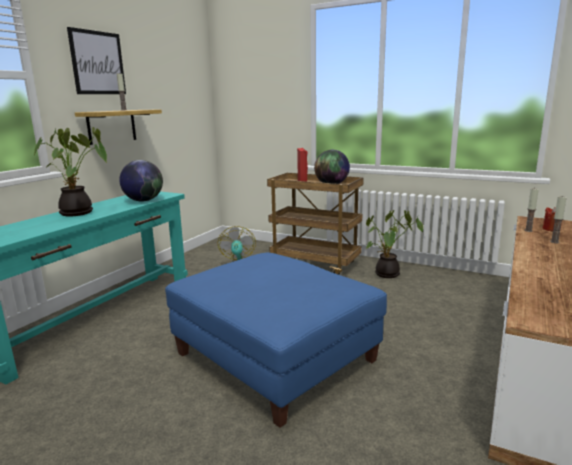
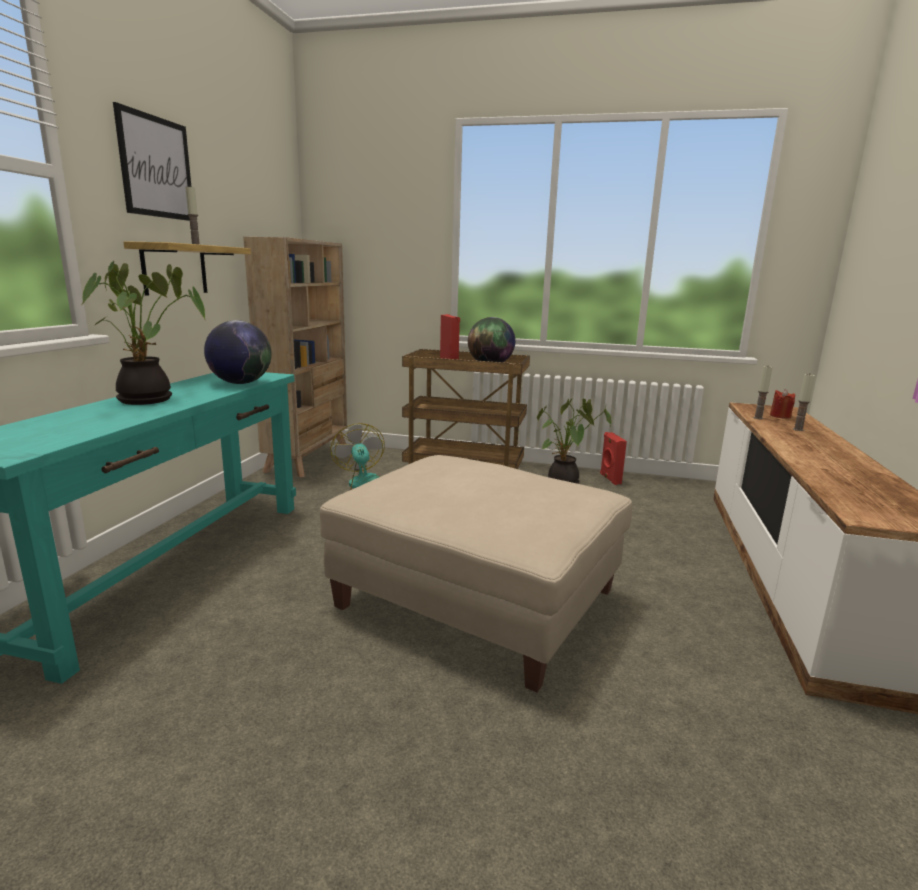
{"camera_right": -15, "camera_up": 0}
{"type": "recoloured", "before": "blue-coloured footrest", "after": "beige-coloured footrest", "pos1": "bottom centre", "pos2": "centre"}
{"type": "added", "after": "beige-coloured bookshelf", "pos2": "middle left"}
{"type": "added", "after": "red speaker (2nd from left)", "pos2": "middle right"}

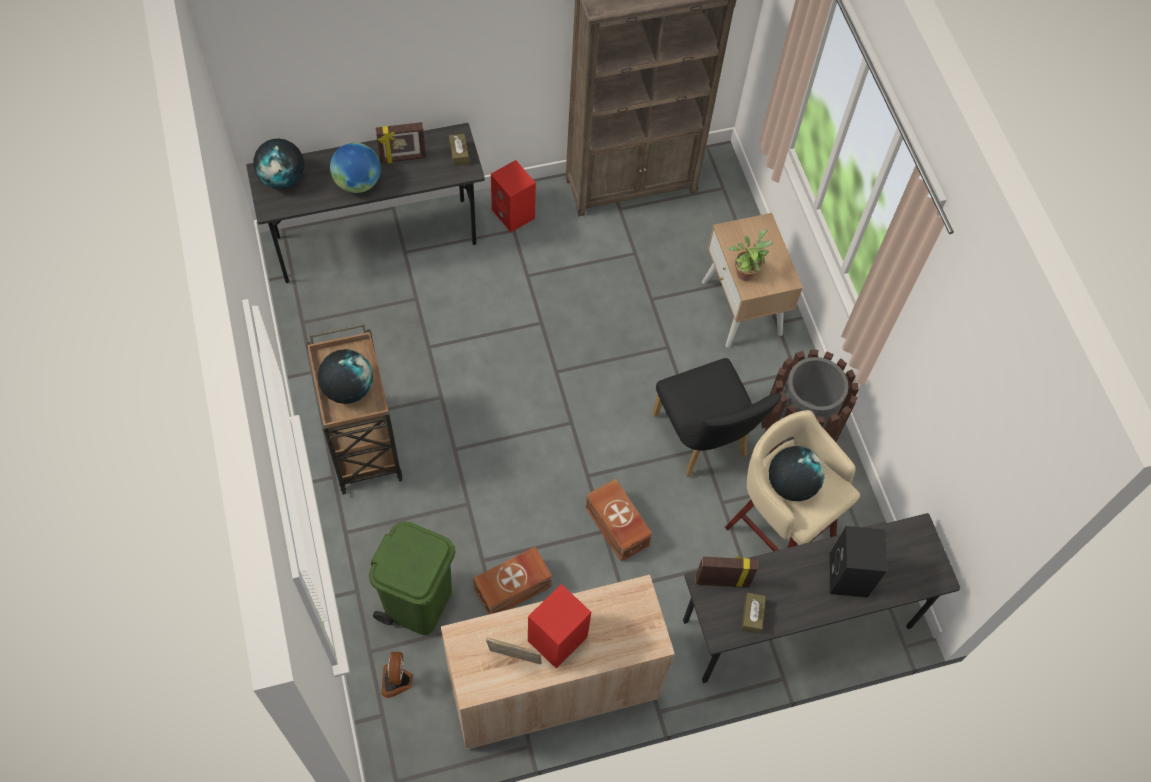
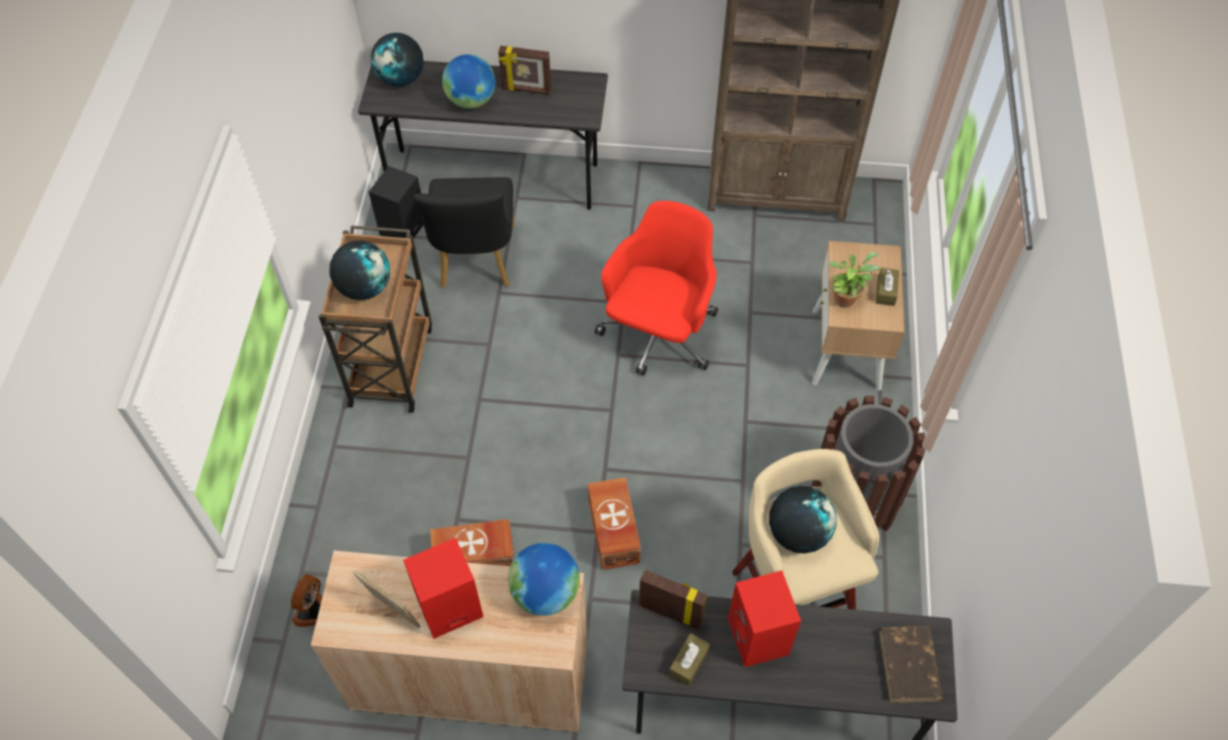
{"camera_right": 25, "camera_up": -5}
{"type": "removed", "before": "green waste bin", "pos1": "bottom centre"}
{"type": "moved", "before": "brown tissue holder (1st from left in the first image)", "after": "brown tissue holder (2nd from left)", "pos1": "top centre", "pos2": "middle right"}
{"type": "moved", "before": "red speaker (1st from left in the first image)", "after": "red speaker (2nd from left)", "pos1": "top centre", "pos2": "bottom centre"}
{"type": "moved", "before": "blackish chair", "pos1": "centre", "pos2": "top centre"}
{"type": "moved", "before": "blackish speaker", "pos1": "bottom right", "pos2": "top left"}
{"type": "added", "after": "world globe (4th from left)", "pos2": "bottom centre"}
{"type": "added", "after": "red office chair", "pos2": "centre"}
{"type": "added", "after": "brown bound book", "pos2": "bottom right"}

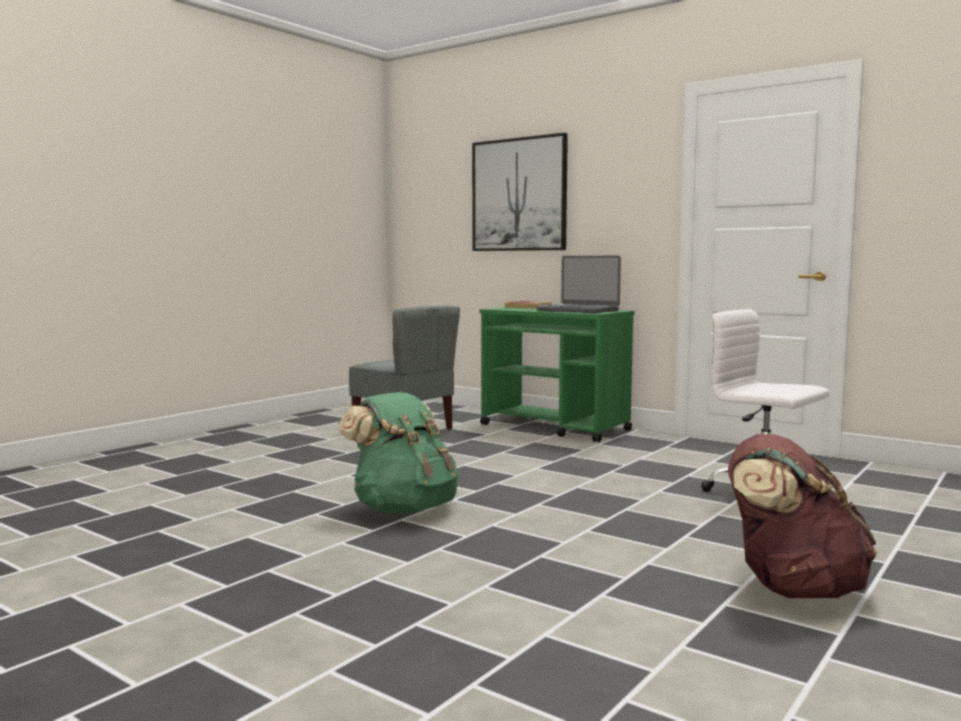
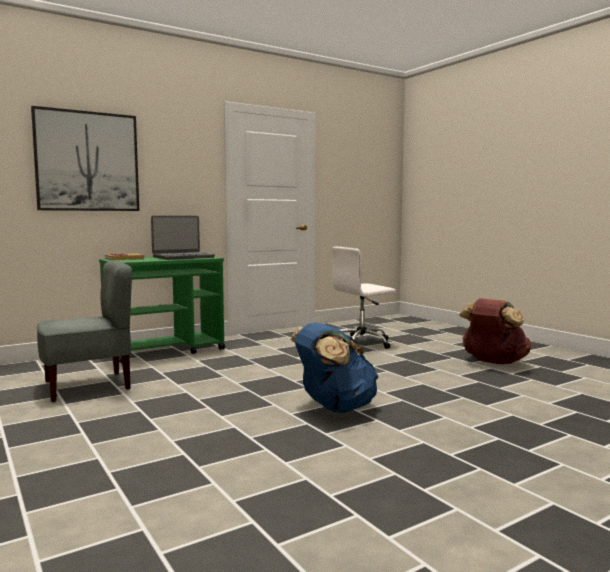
{"camera_right": -70, "camera_up": 0}
{"type": "recoloured", "before": "green rucksack", "after": "blue-coloured rucksack", "pos1": "centre", "pos2": "centre"}

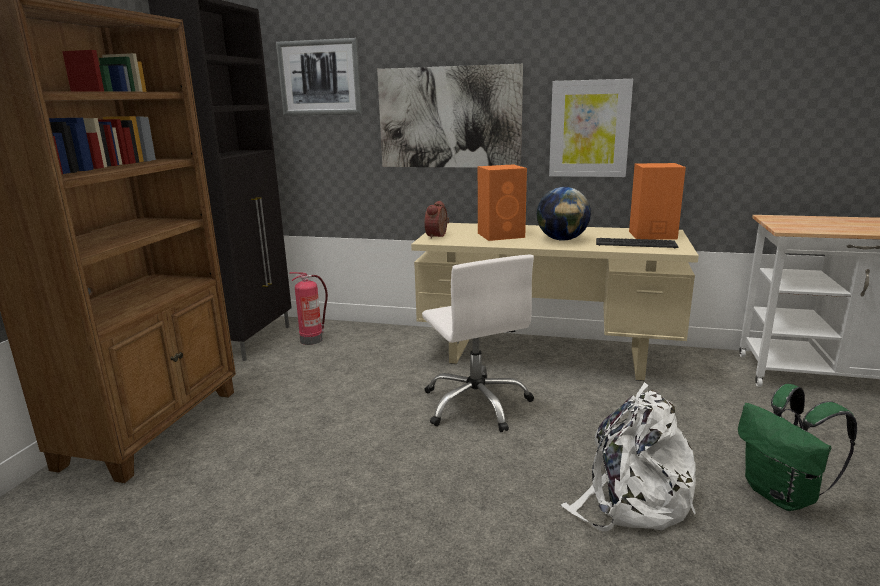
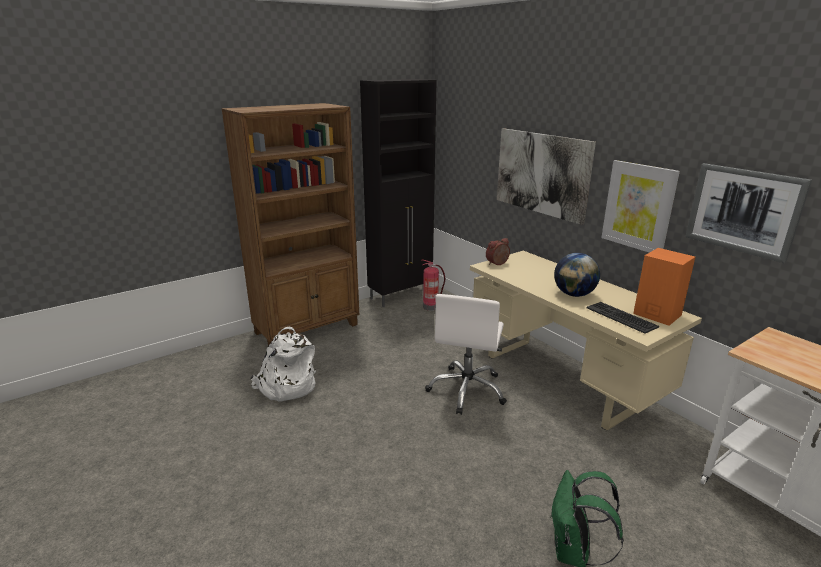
{"camera_right": 40, "camera_up": 5}
{"type": "moved", "before": "picture (1st from left in the first image)", "after": "picture (3rd from left)", "pos1": "top centre", "pos2": "middle right"}
{"type": "removed", "before": "orange speaker (1st from left)", "pos1": "centre"}
{"type": "moved", "before": "white-coloured rucksack", "pos1": "bottom right", "pos2": "centre"}

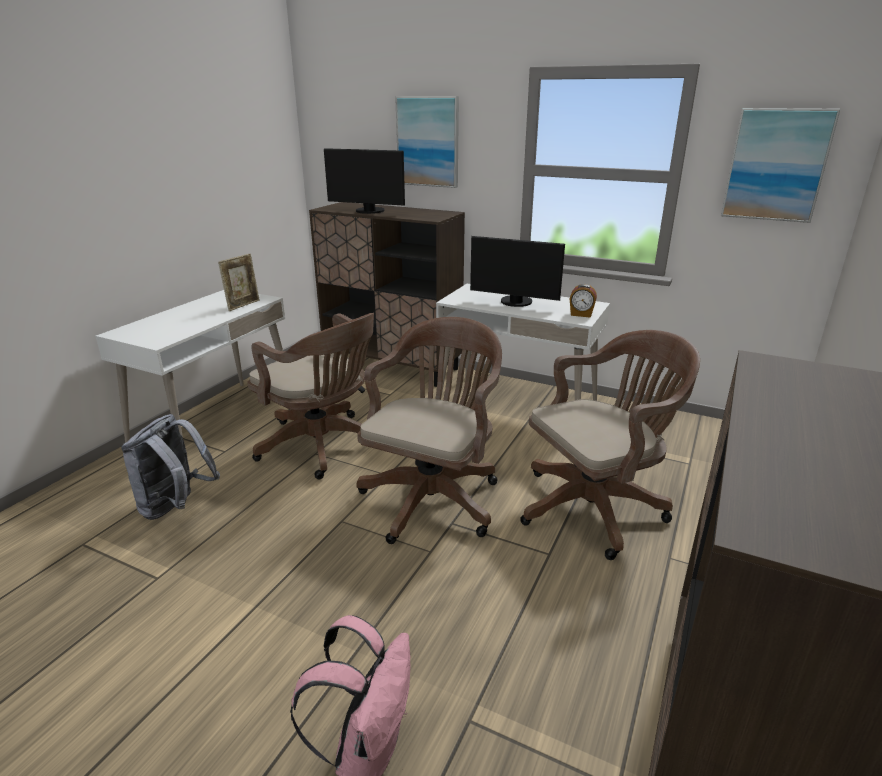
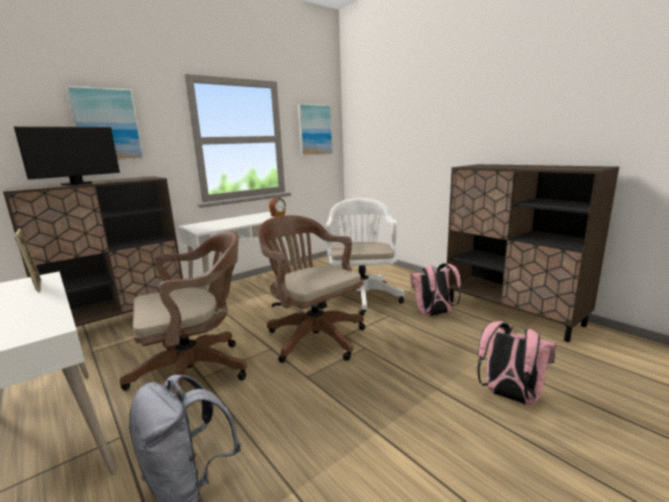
{"camera_right": -65, "camera_up": -10}
{"type": "removed", "before": "computer display (2nd from left)", "pos1": "centre"}
{"type": "recoloured", "before": "brown office chair (3rd from left)", "after": "white-coloured office chair", "pos1": "middle right", "pos2": "centre"}
{"type": "added", "after": "pink rucksack (1st from left)", "pos2": "centre"}

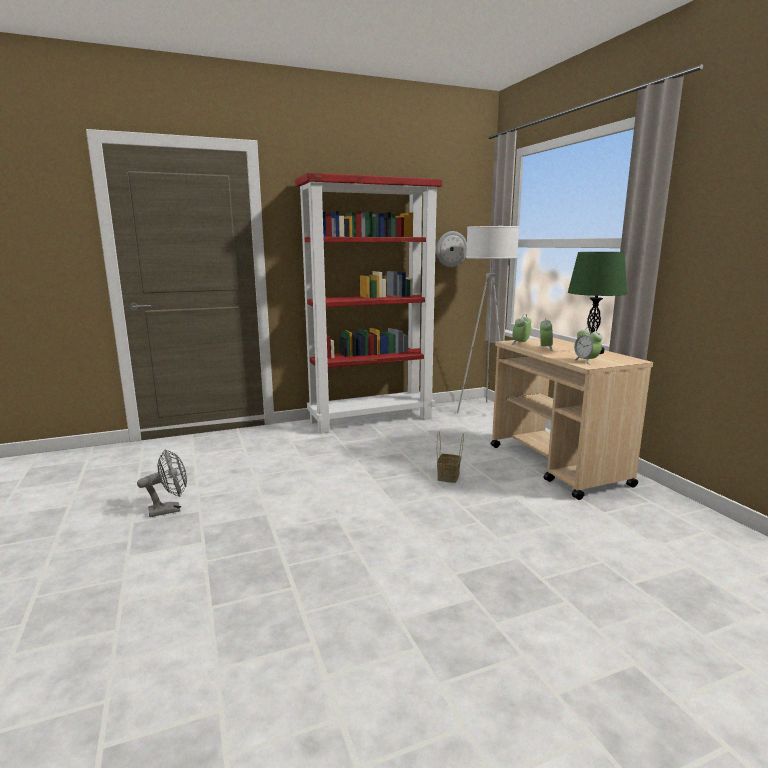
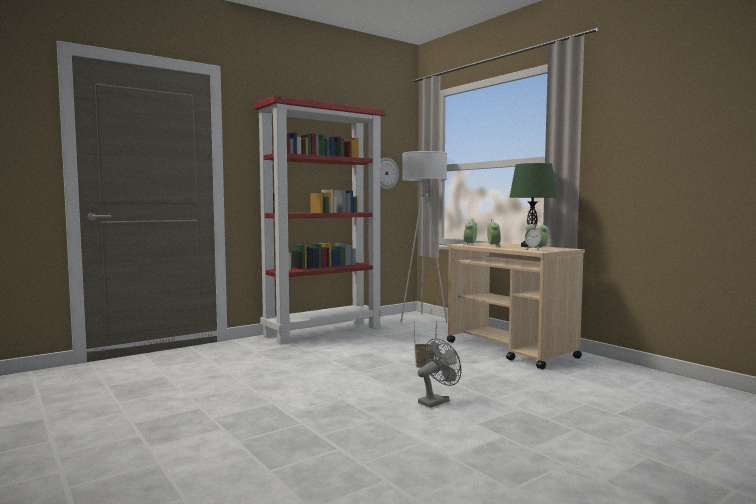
{"camera_right": -15, "camera_up": -10}
{"type": "moved", "before": "gray cooling fan", "pos1": "middle left", "pos2": "bottom centre"}

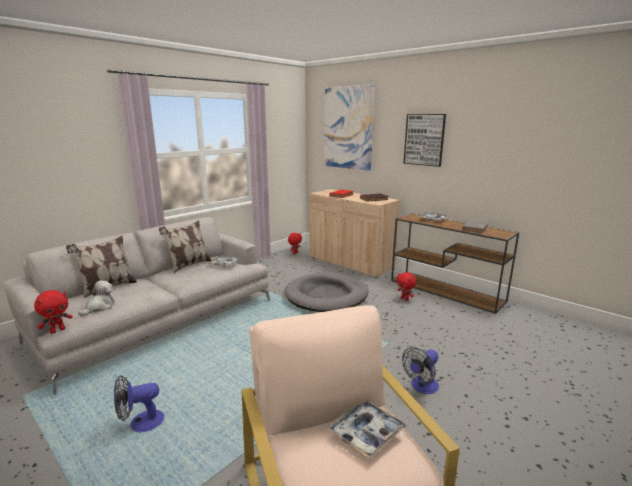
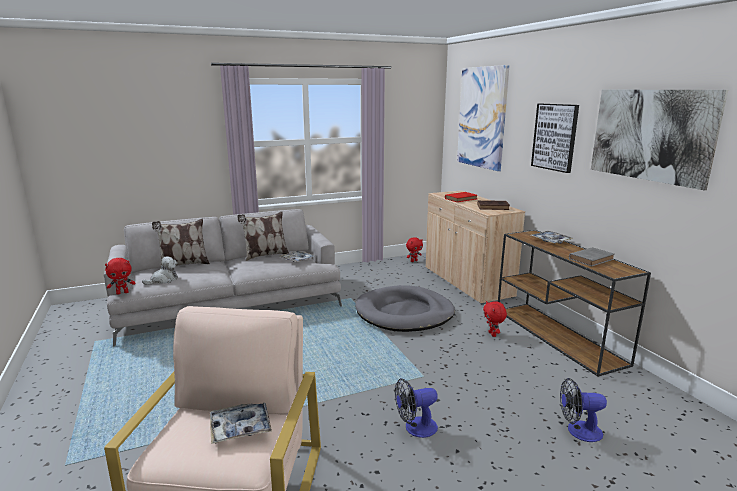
{"camera_right": 25, "camera_up": 0}
{"type": "moved", "before": "cooling fan (1st from left in the first image)", "after": "cooling fan (2nd from left)", "pos1": "bottom left", "pos2": "bottom right"}
{"type": "added", "after": "picture (3rd from left)", "pos2": "top right"}

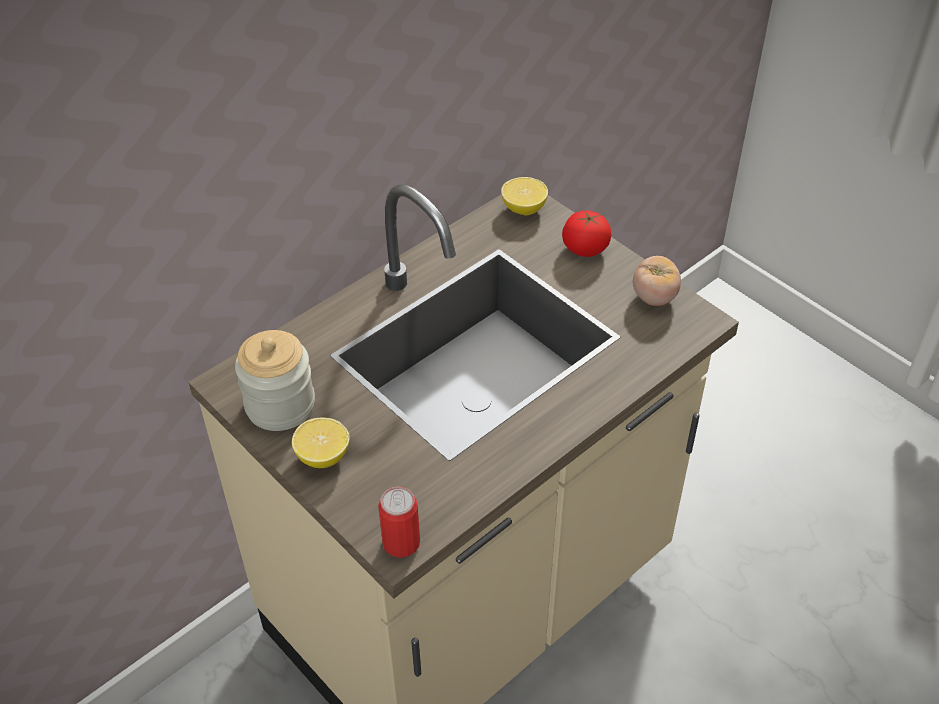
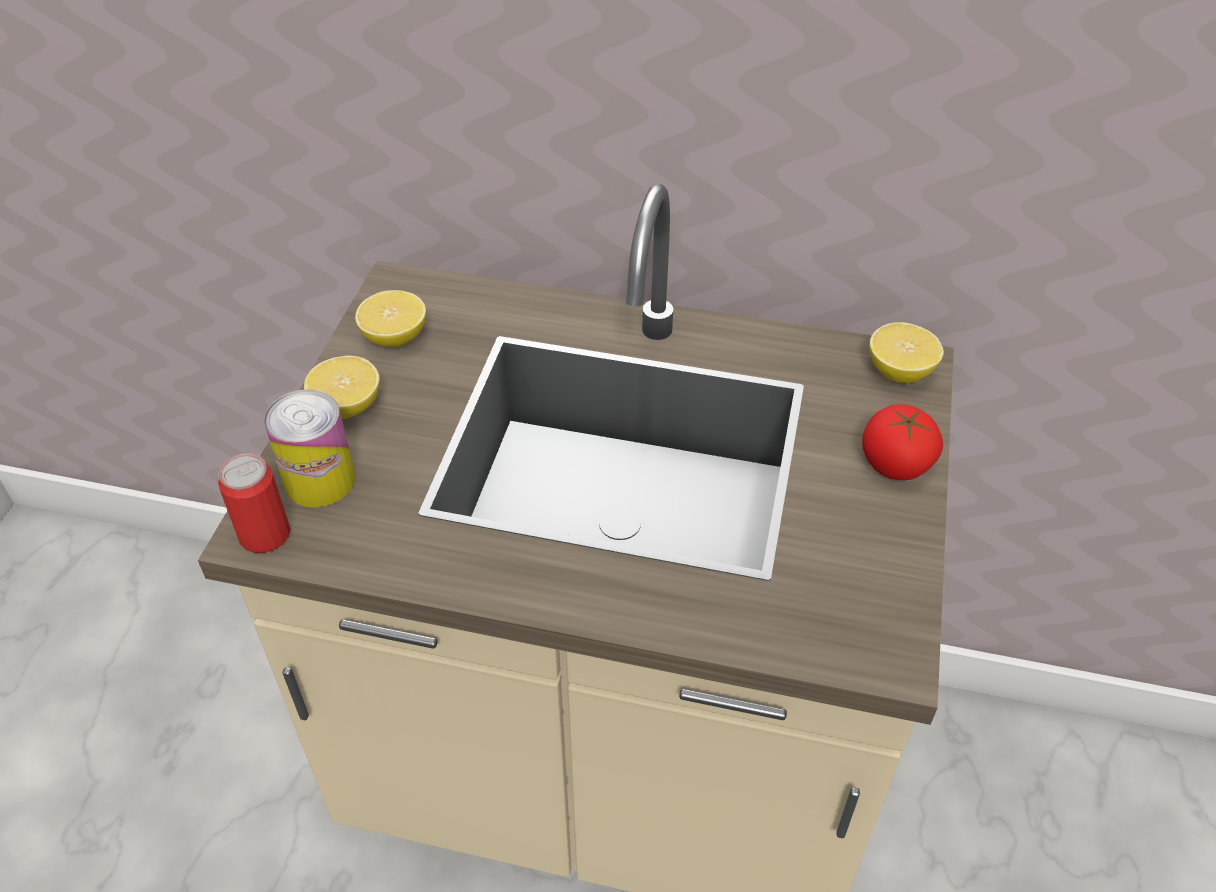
{"camera_right": 55, "camera_up": 0}
{"type": "replaced", "before": "storage jar", "after": "whole lemon (2nd from left)", "pos1": "middle left", "pos2": "middle left"}
{"type": "removed", "before": "tomato (2nd from left)", "pos1": "middle right"}
{"type": "added", "after": "can (2nd from left)", "pos2": "middle left"}

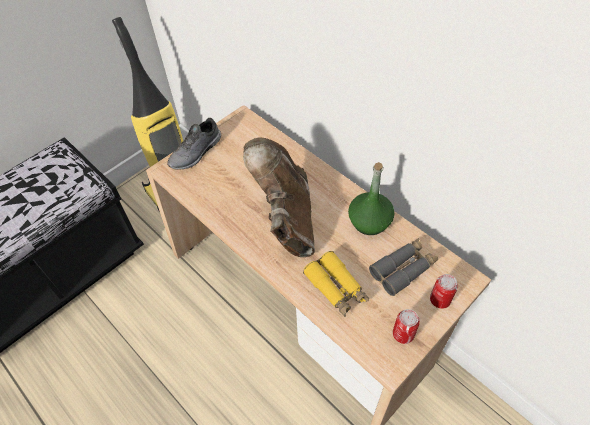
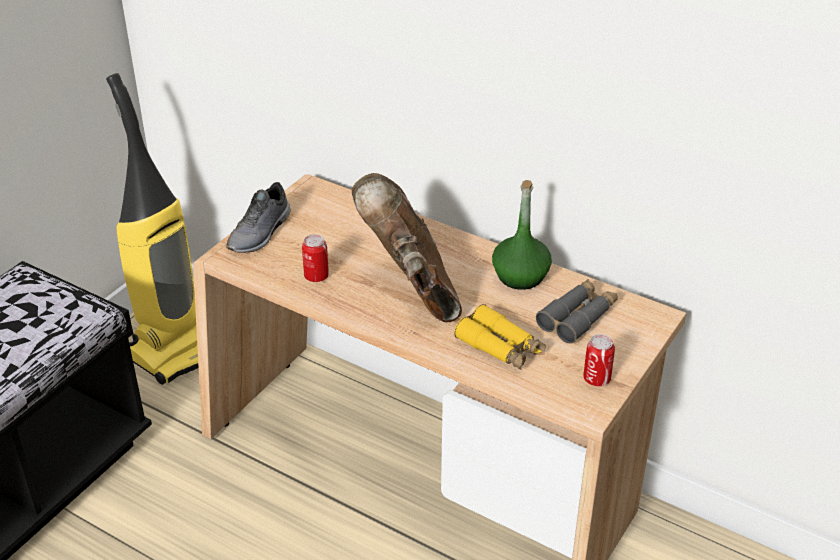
{"camera_right": -15, "camera_up": -15}
{"type": "moved", "before": "can (2nd from left in the first image)", "after": "can (1st from left)", "pos1": "bottom right", "pos2": "centre"}

